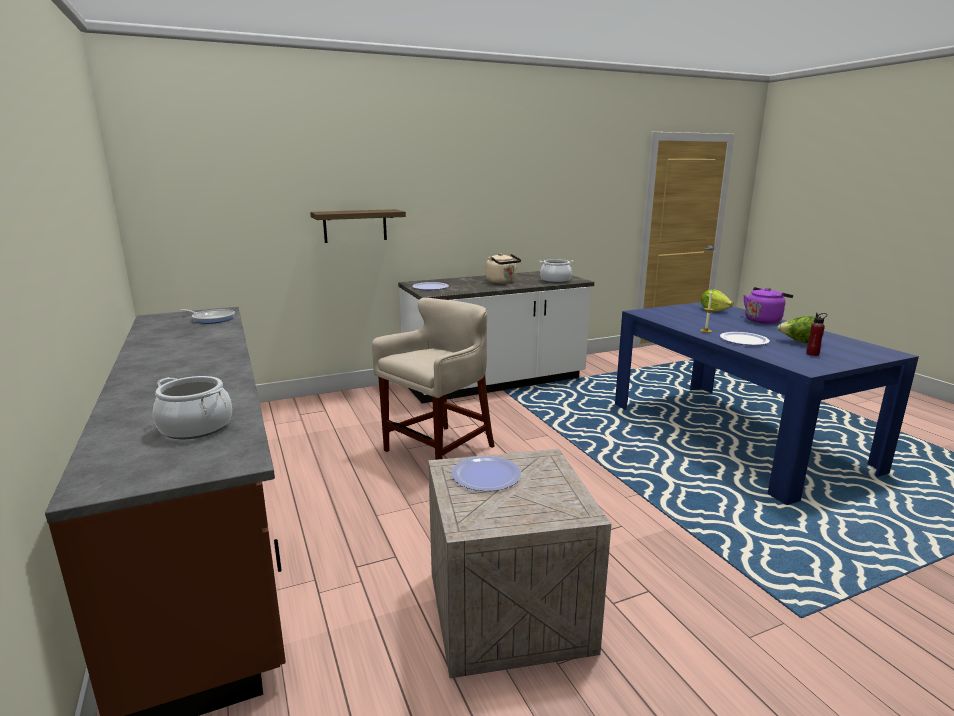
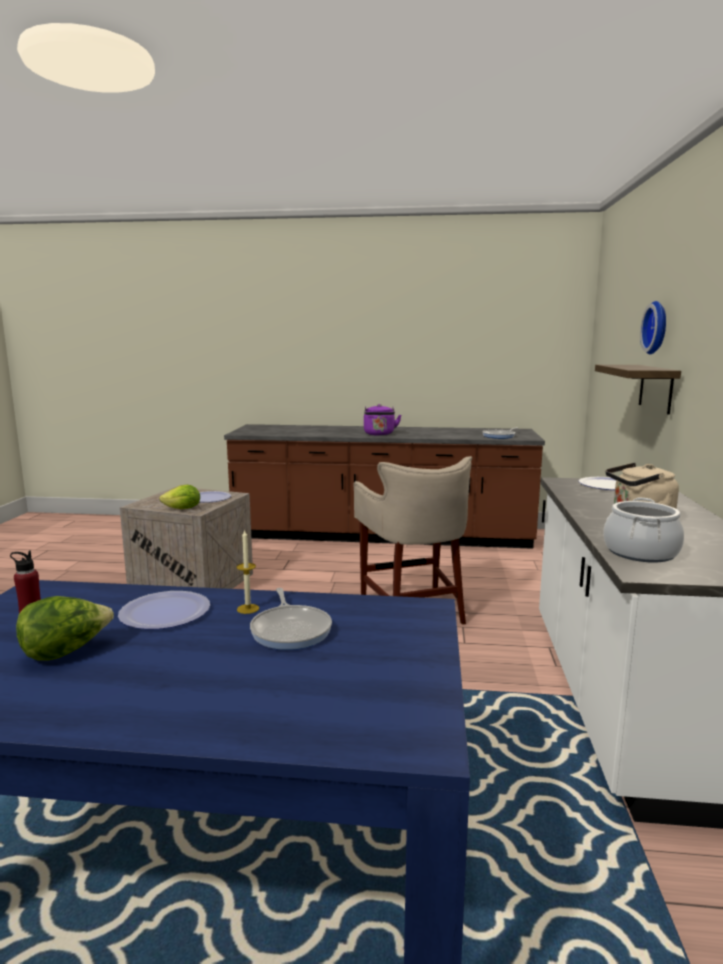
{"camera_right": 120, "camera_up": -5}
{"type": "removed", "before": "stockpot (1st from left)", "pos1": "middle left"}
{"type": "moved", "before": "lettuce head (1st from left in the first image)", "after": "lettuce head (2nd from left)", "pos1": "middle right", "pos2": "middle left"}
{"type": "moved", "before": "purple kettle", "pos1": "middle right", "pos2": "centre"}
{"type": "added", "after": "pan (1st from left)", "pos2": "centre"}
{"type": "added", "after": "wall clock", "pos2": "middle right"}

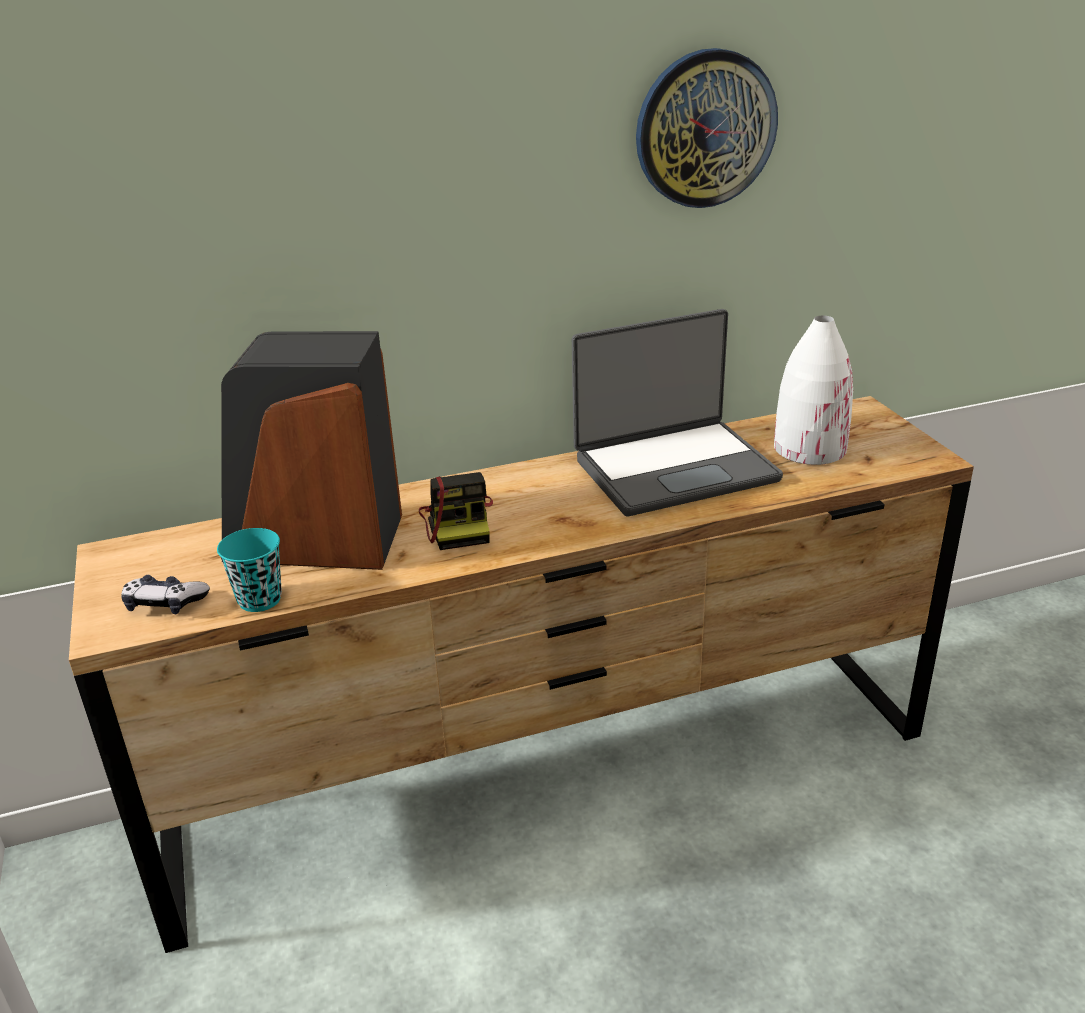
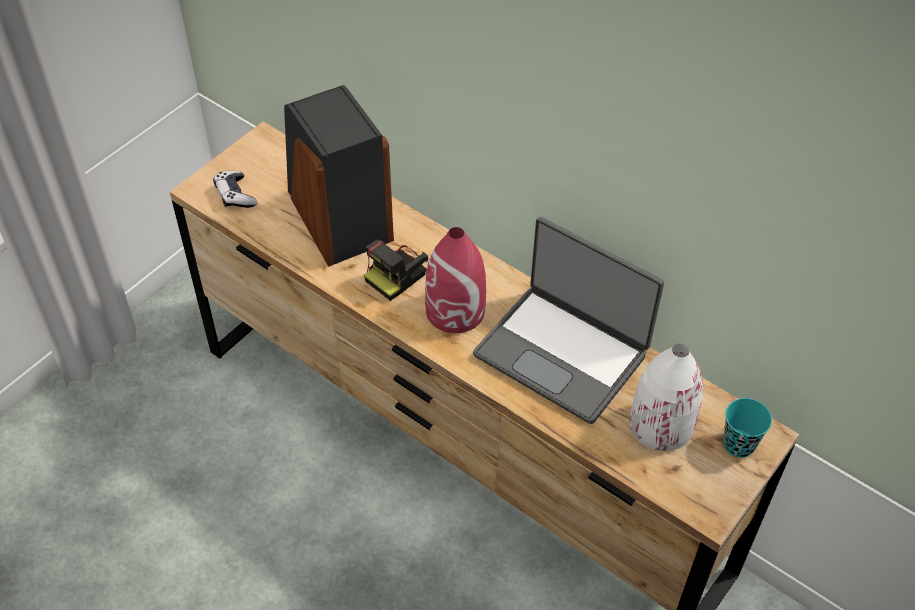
{"camera_right": 55, "camera_up": 20}
{"type": "moved", "before": "turquoise-coloured drinking cup", "pos1": "middle left", "pos2": "bottom right"}
{"type": "removed", "before": "wall clock", "pos1": "top centre"}
{"type": "added", "after": "red flower vase", "pos2": "centre"}

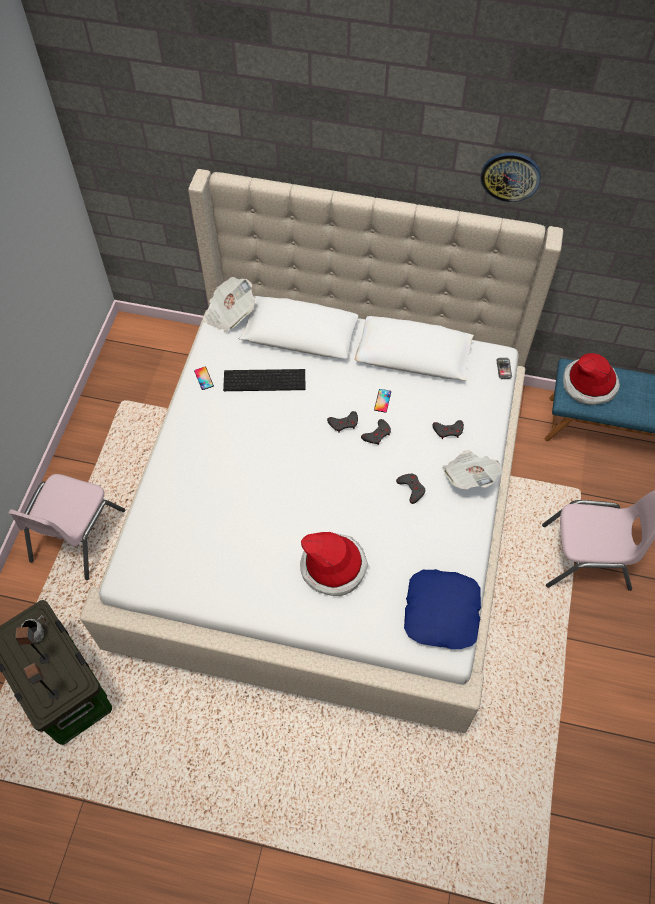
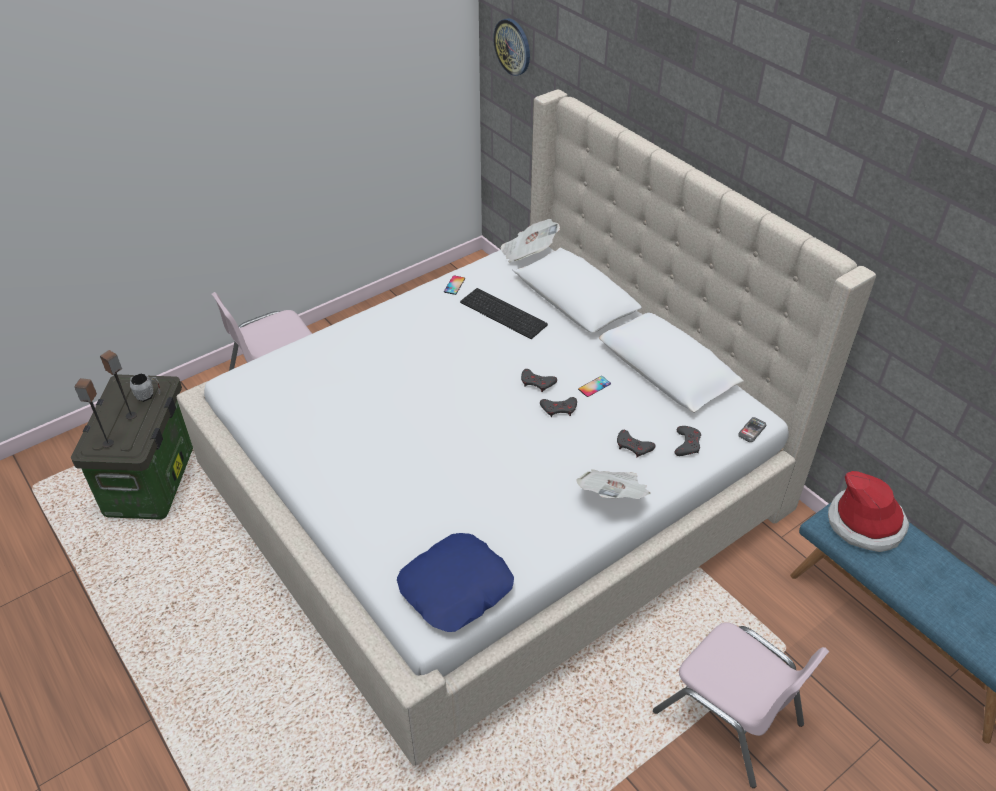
{"camera_right": 40, "camera_up": -15}
{"type": "removed", "before": "hat (1st from left)", "pos1": "centre"}
{"type": "moved", "before": "gray gamepad (3rd from left in the first image)", "after": "gray gamepad (4th from left)", "pos1": "centre", "pos2": "middle right"}
{"type": "moved", "before": "wall clock", "pos1": "top right", "pos2": "top centre"}

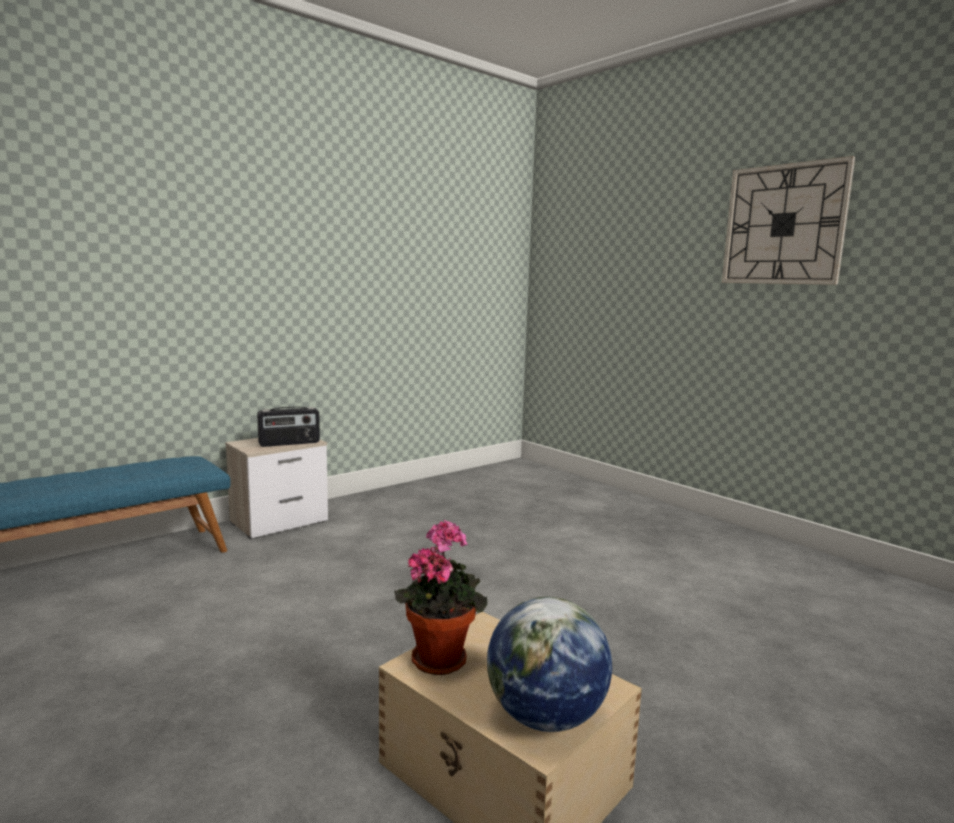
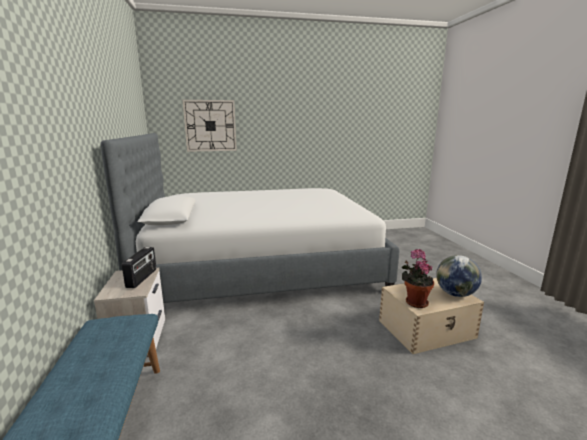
{"camera_right": -60, "camera_up": 5}
{"type": "moved", "before": "wall clock", "pos1": "top right", "pos2": "top centre"}
{"type": "added", "after": "bedroom bed", "pos2": "centre"}

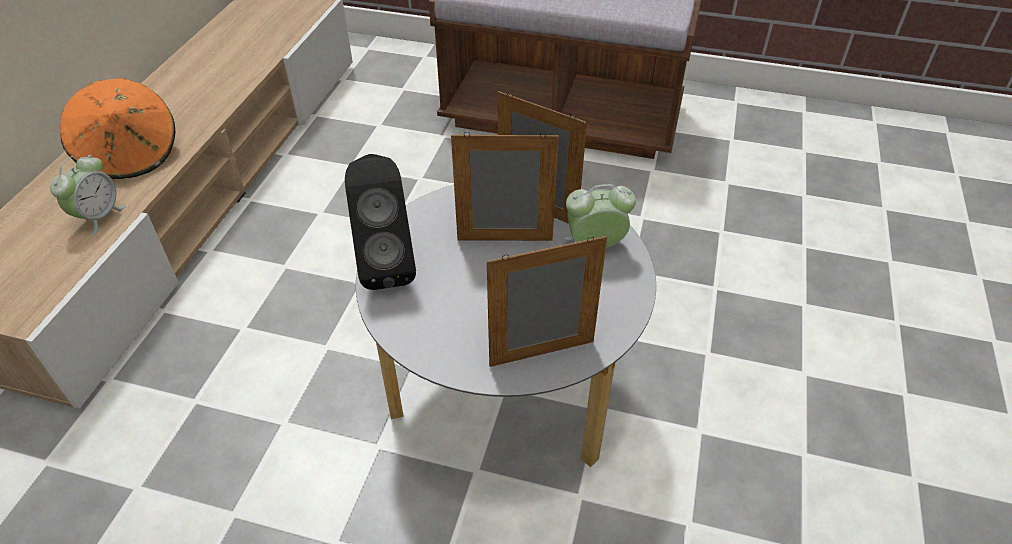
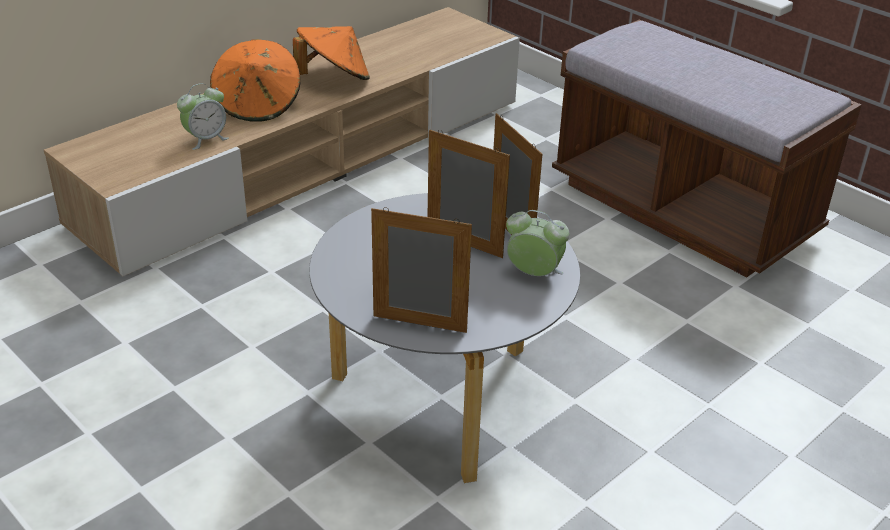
{"camera_right": 30, "camera_up": -10}
{"type": "removed", "before": "blackish speaker", "pos1": "centre"}
{"type": "added", "after": "orange hat (2nd from left)", "pos2": "top centre"}

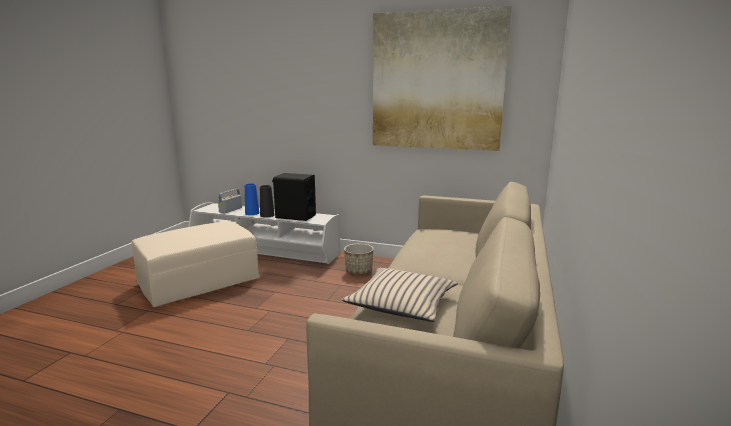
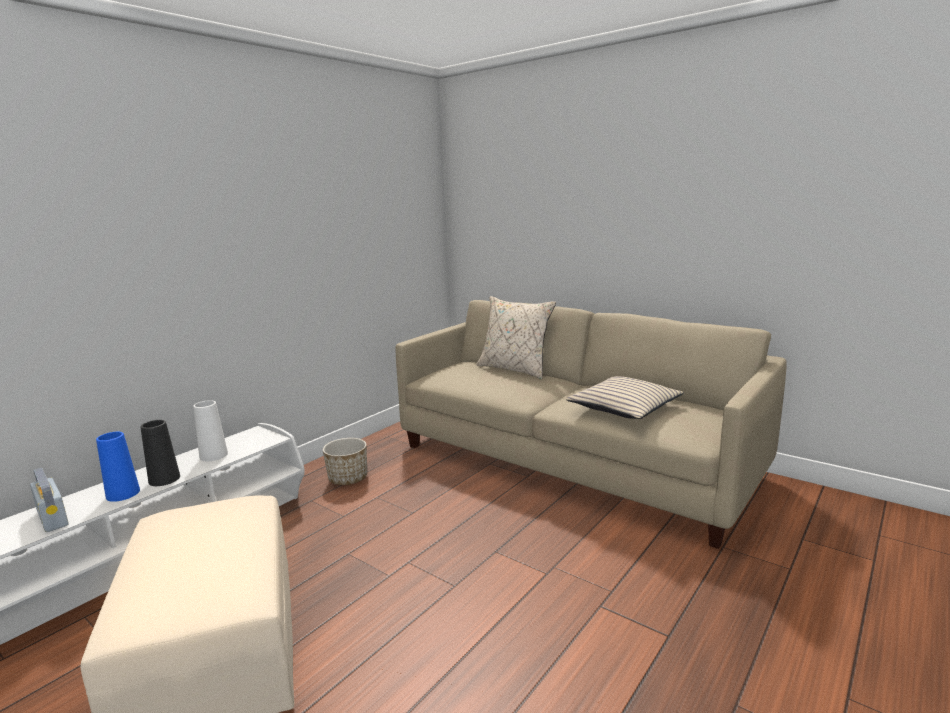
{"camera_right": -70, "camera_up": 0}
{"type": "replaced", "before": "blackish speaker", "after": "white-coloured flower vase", "pos1": "centre", "pos2": "middle left"}
{"type": "removed", "before": "picture", "pos1": "top centre"}
{"type": "added", "after": "beige-coloured throw pillow (1st from left)", "pos2": "centre"}

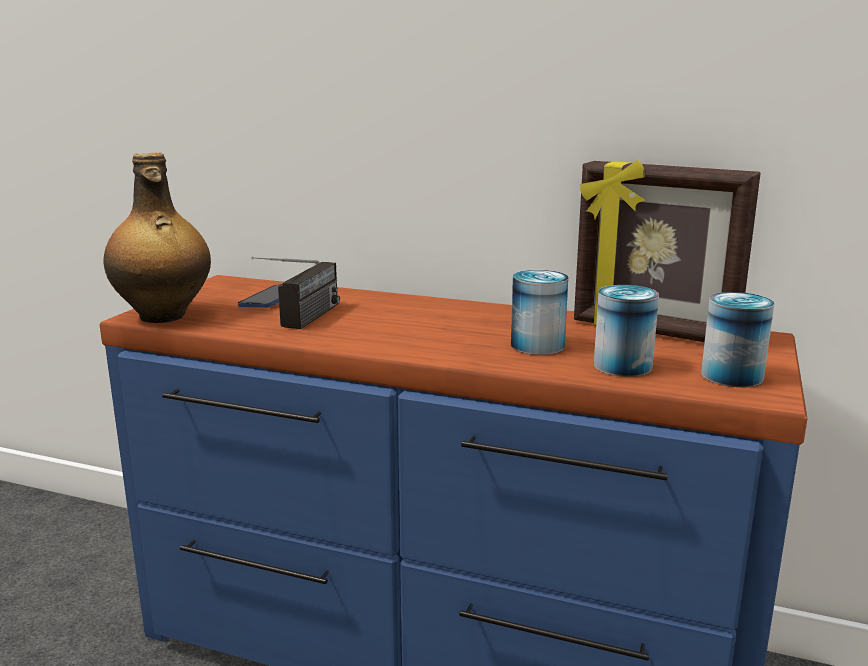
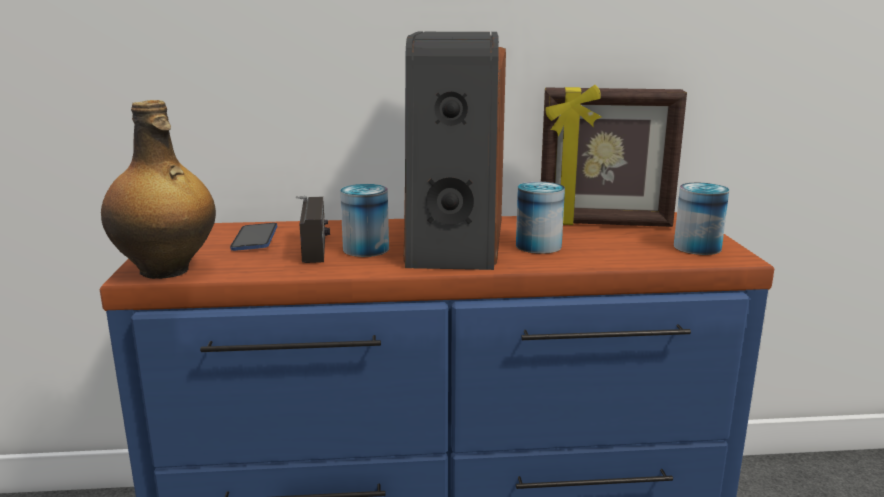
{"camera_right": -25, "camera_up": 0}
{"type": "moved", "before": "can (2nd from left in the first image)", "after": "can (1st from left)", "pos1": "middle right", "pos2": "centre"}
{"type": "added", "after": "speaker", "pos2": "top centre"}

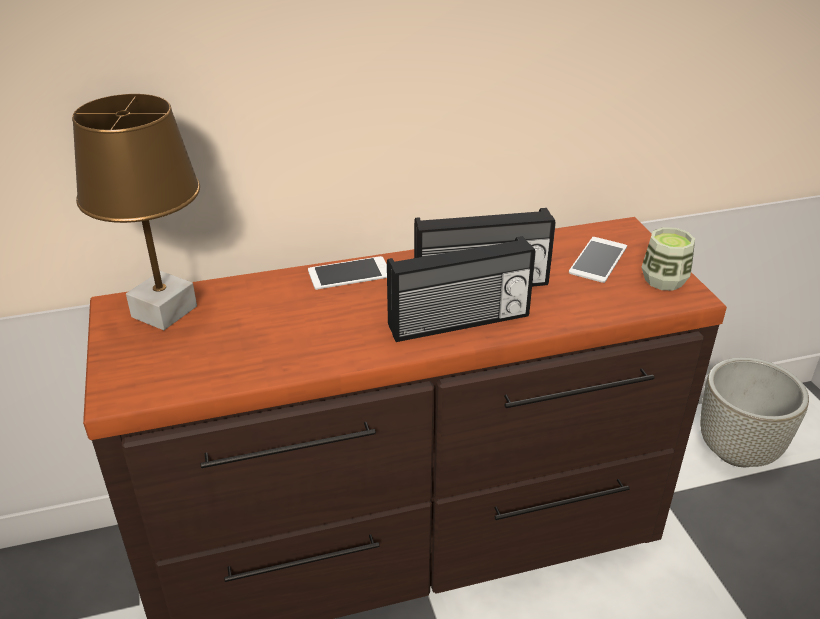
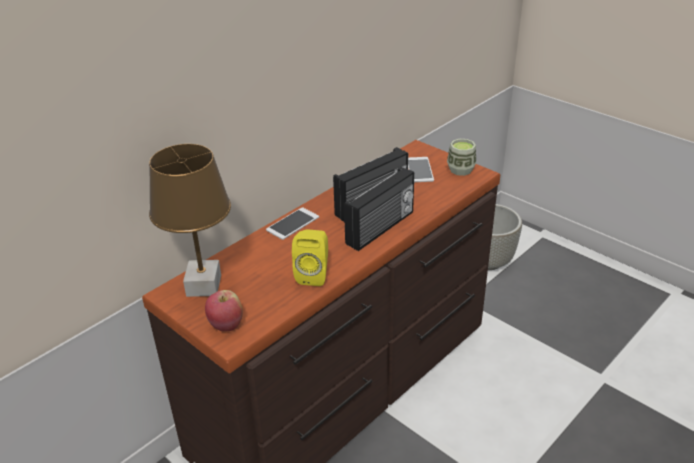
{"camera_right": -30, "camera_up": 0}
{"type": "added", "after": "apple", "pos2": "bottom left"}
{"type": "added", "after": "yellow speaker", "pos2": "centre"}

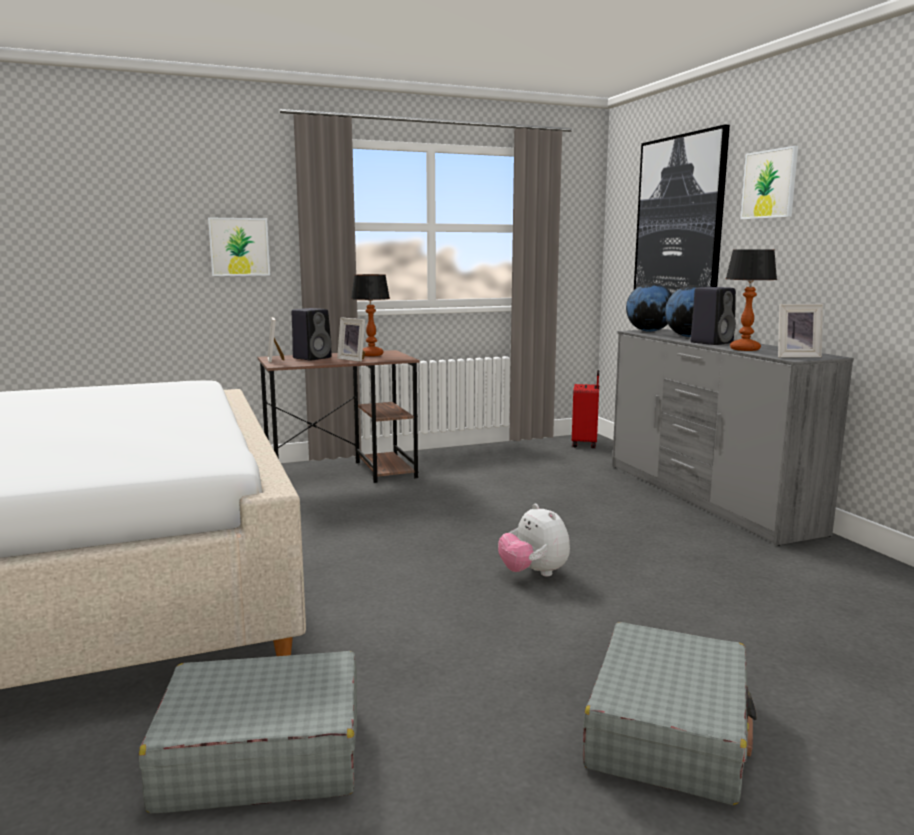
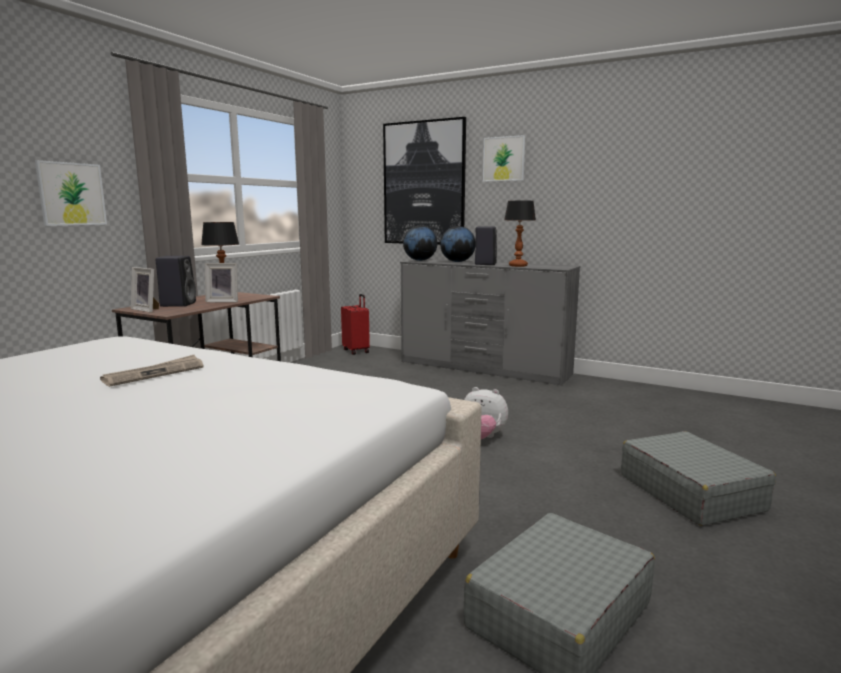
{"camera_right": -40, "camera_up": 0}
{"type": "removed", "before": "picture frame (3rd from left)", "pos1": "middle right"}
{"type": "added", "after": "newspaper", "pos2": "middle left"}

